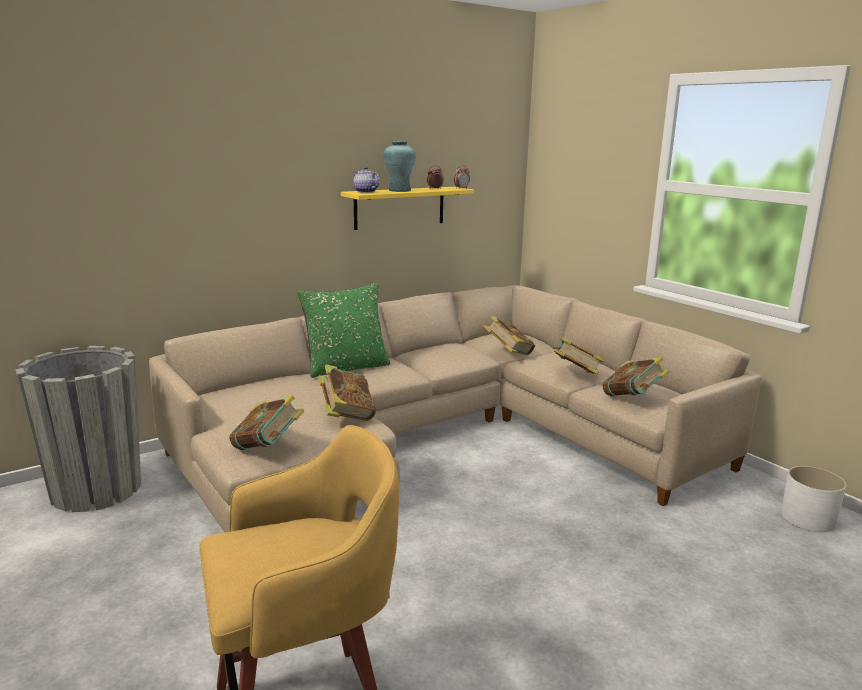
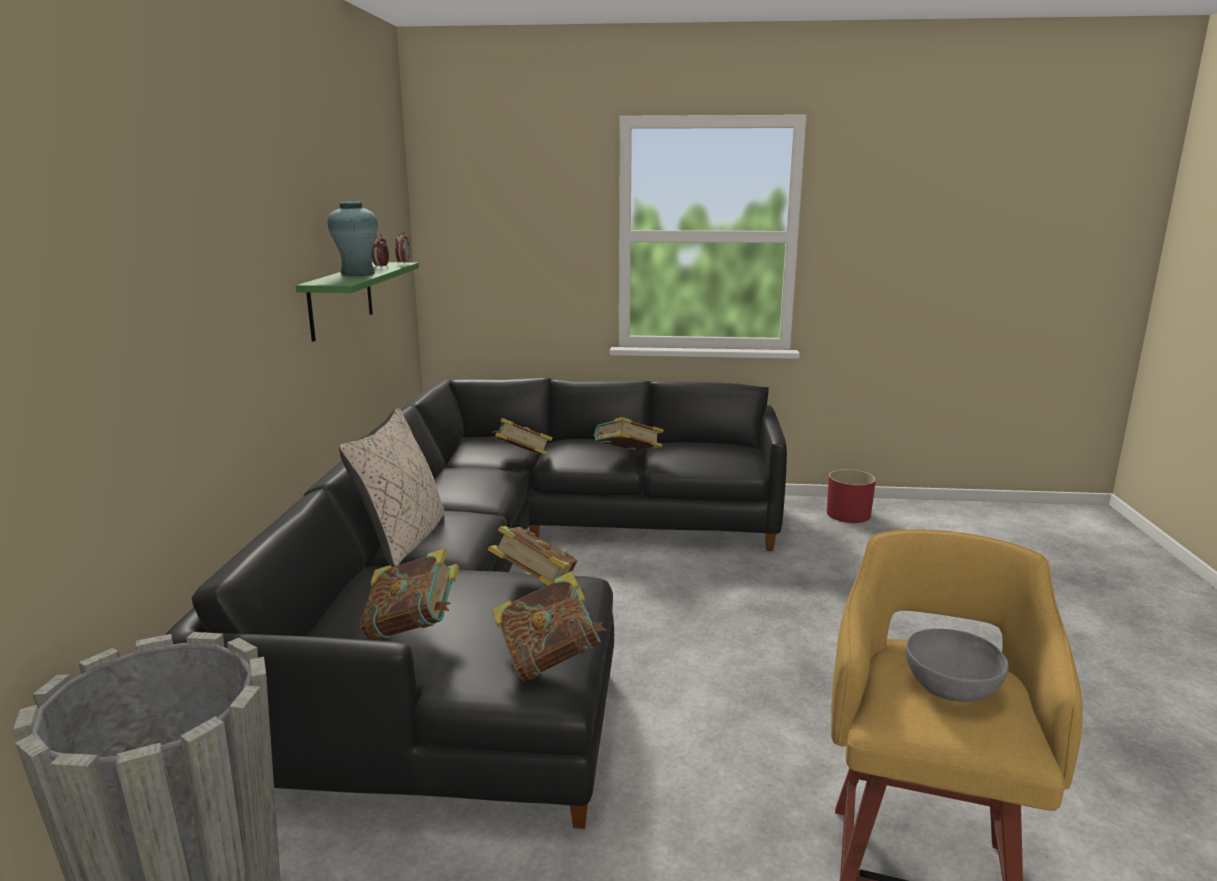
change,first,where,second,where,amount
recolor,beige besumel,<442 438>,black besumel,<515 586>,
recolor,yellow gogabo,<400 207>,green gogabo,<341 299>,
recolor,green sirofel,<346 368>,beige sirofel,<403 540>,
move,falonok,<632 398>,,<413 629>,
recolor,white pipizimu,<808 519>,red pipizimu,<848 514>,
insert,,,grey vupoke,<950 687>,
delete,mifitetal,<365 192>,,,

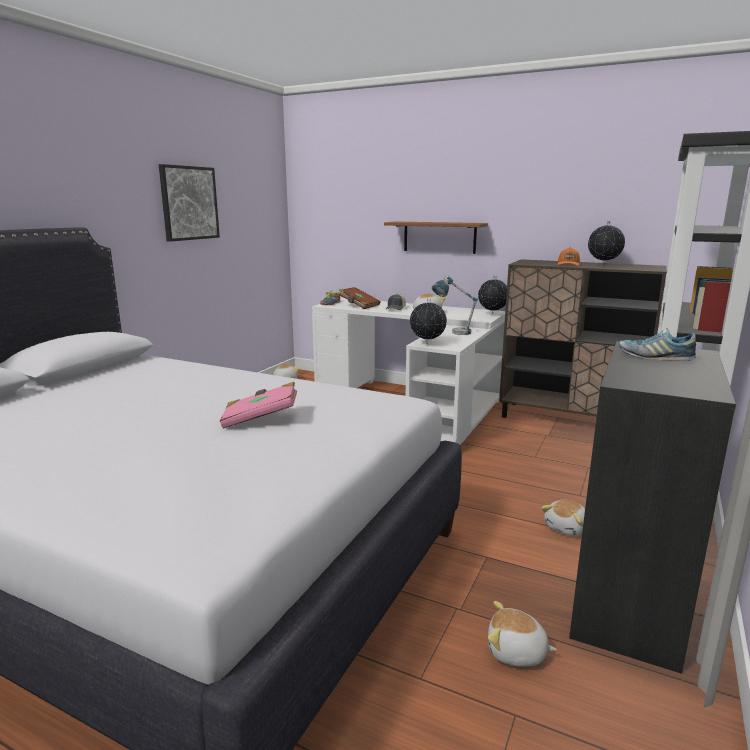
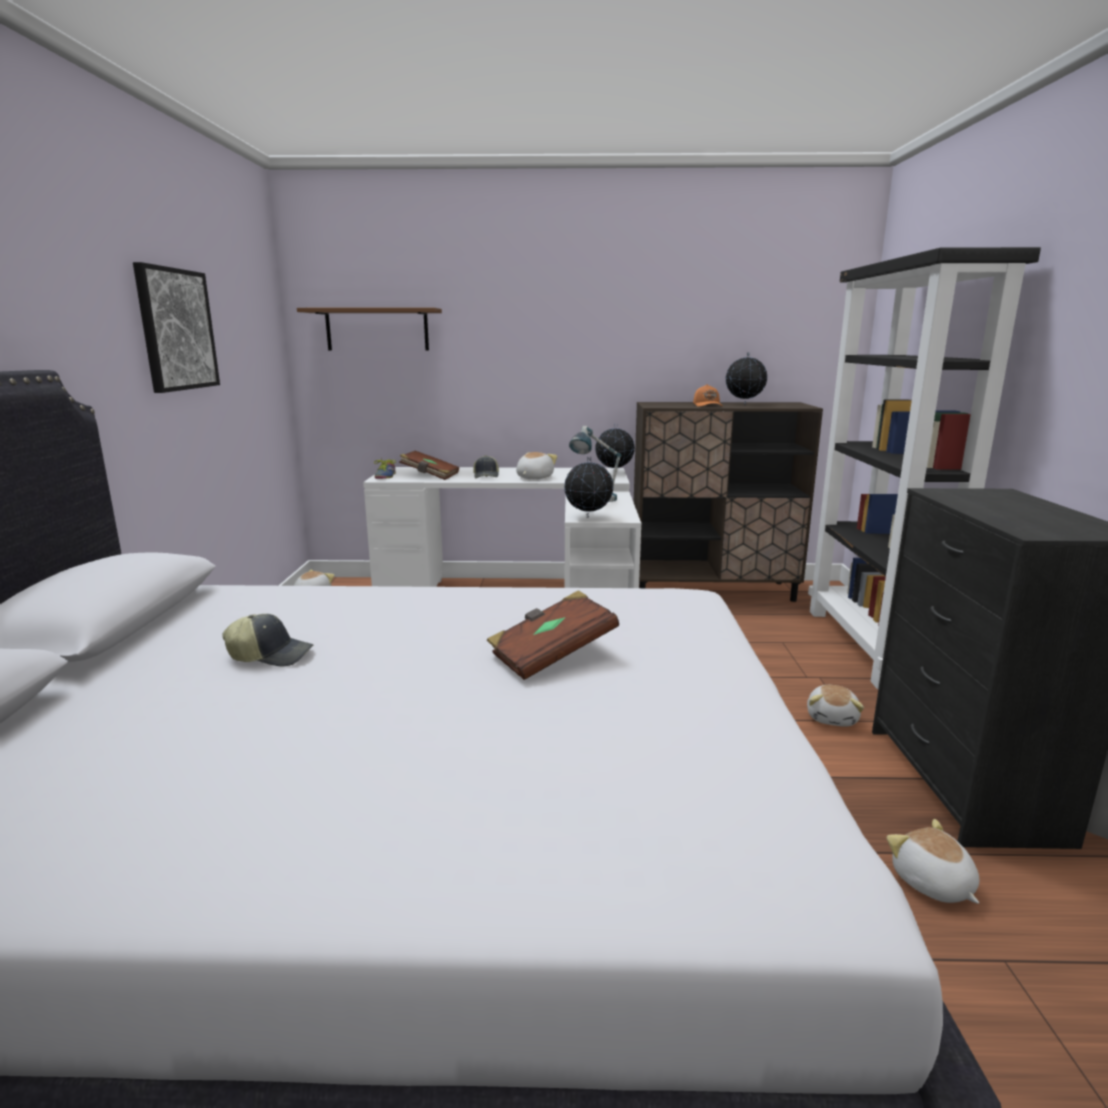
change,first,where,second,where,amount
insert,,,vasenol,<271 655>,
move,brown gogabo,<439 237>,,<377 329>,
recolor,pink falonok,<260 419>,brown falonok,<551 655>,
rotate,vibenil,<516 652>,,<932 883>,75 degrees clockwise
delete,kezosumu,<654 357>,,,

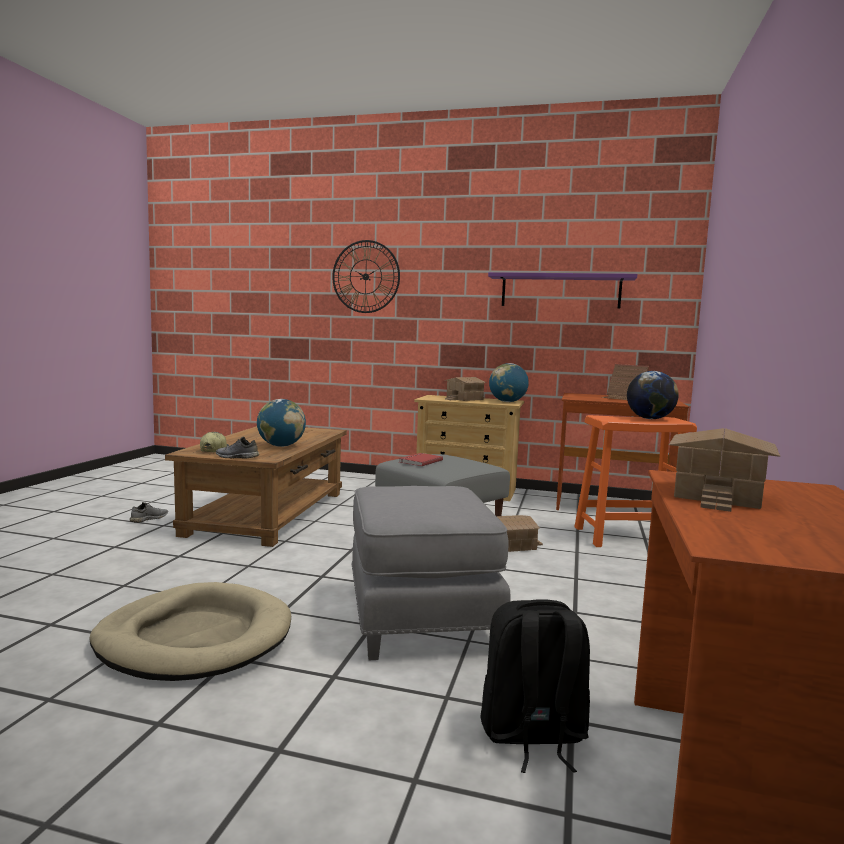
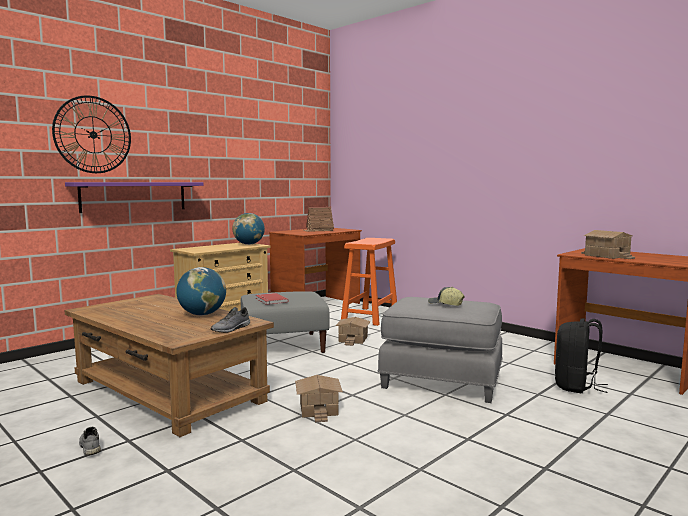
change,first,where,second,where,amount
move,purple gogabo,<560 291>,,<134 196>,
move,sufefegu,<465 399>,,<319 408>,
move,vasenol,<214 450>,,<445 304>,
delete,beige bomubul,<195 638>,,,
delete,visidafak,<650 419>,,,

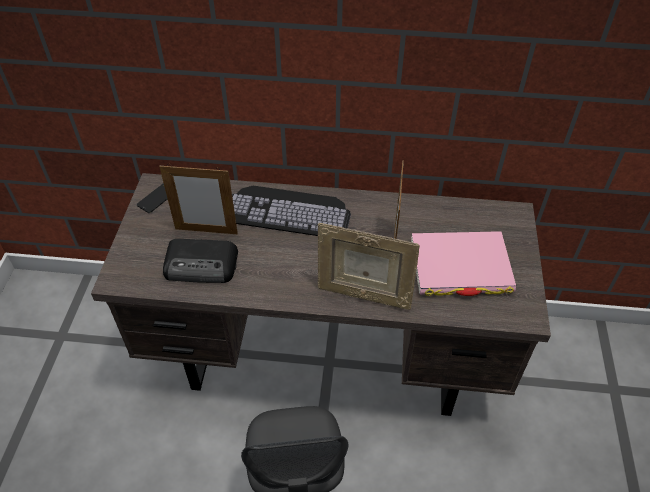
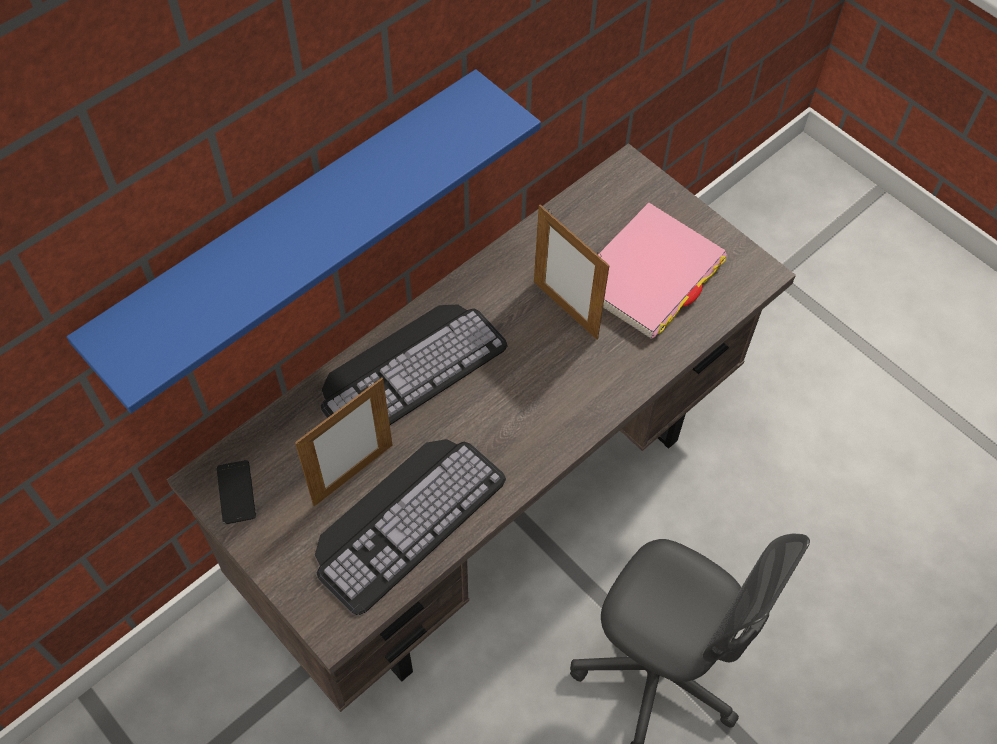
change,first,where,second,where,amount
insert,,,blue gogabo,<294 228>,
replace,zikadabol,<202 265>,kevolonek,<405 515>,
delete,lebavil,<363 295>,,,

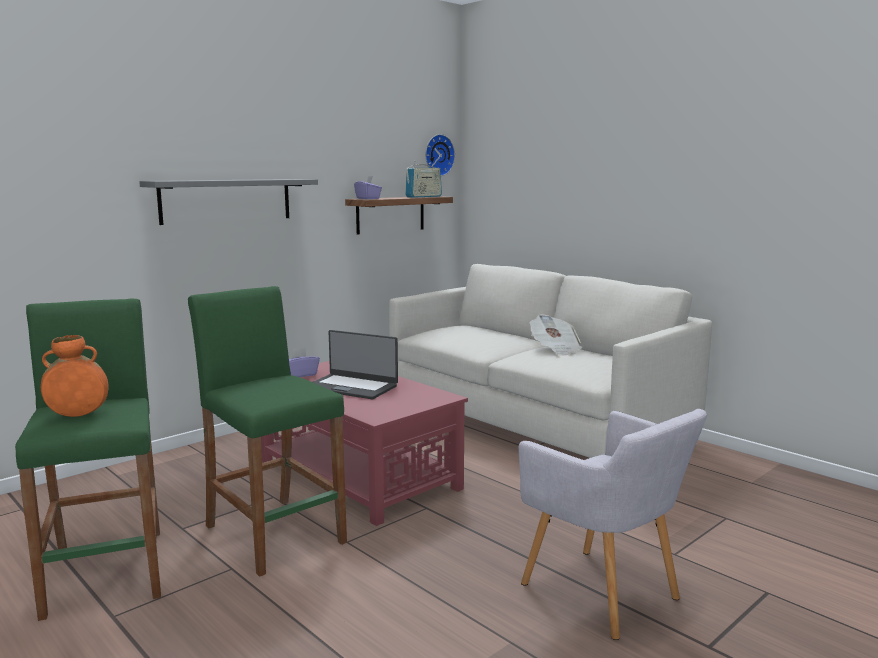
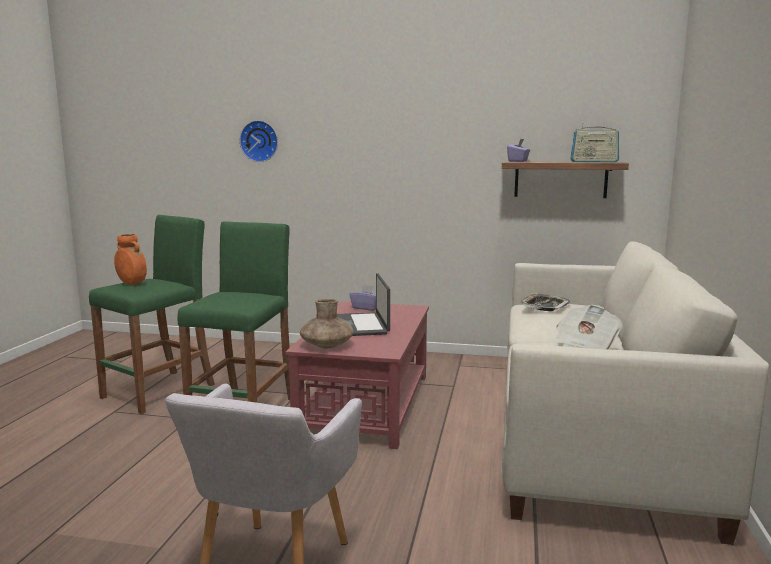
change,first,where,second,where,amount
move,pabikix,<438 155>,,<260 141>,
insert,,,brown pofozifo,<326 346>,
insert,,,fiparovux,<544 306>,
delete,grey gogabo,<226 200>,,,

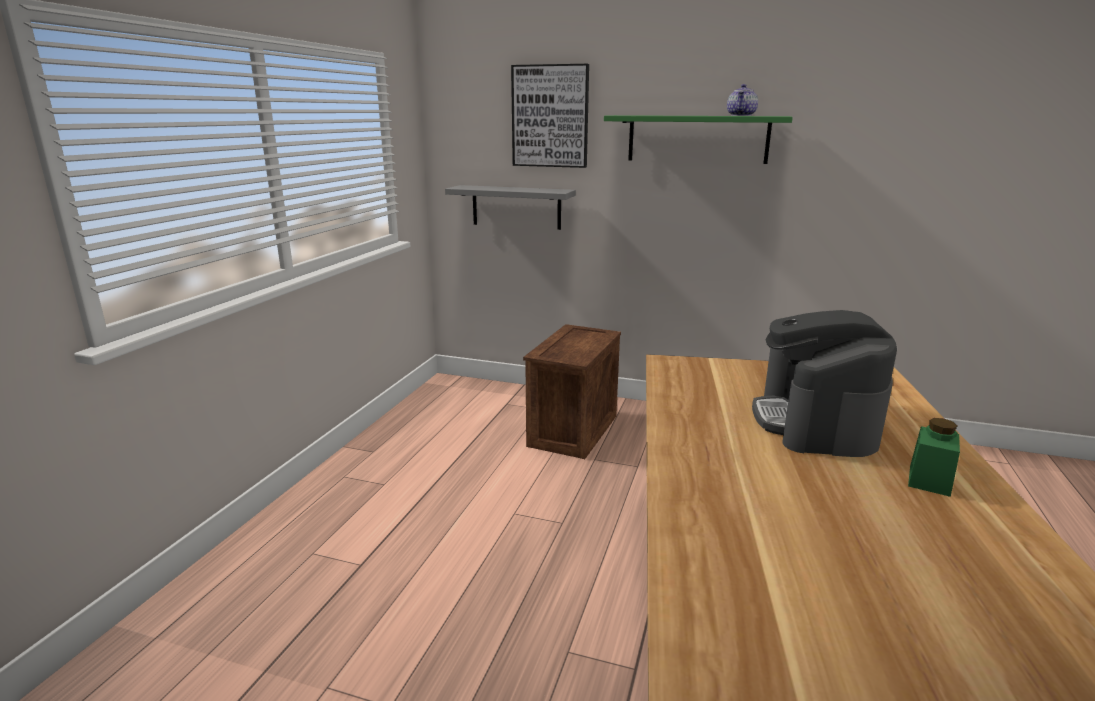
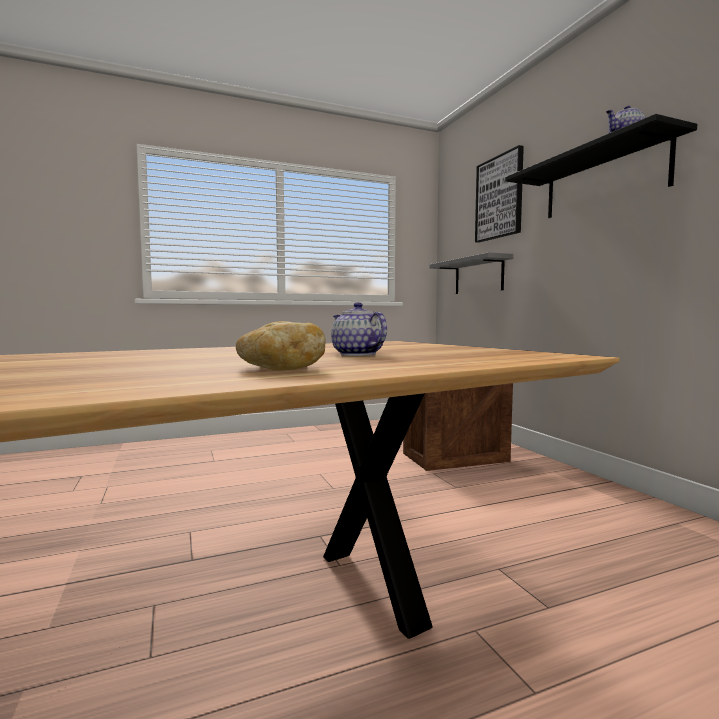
change,first,where,second,where,amount
replace,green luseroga,<929 480>,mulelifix,<280 369>,
replace,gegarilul,<815 422>,mifitetal,<356 354>,
recolor,green gogabo,<697 139>,black gogabo,<603 181>,

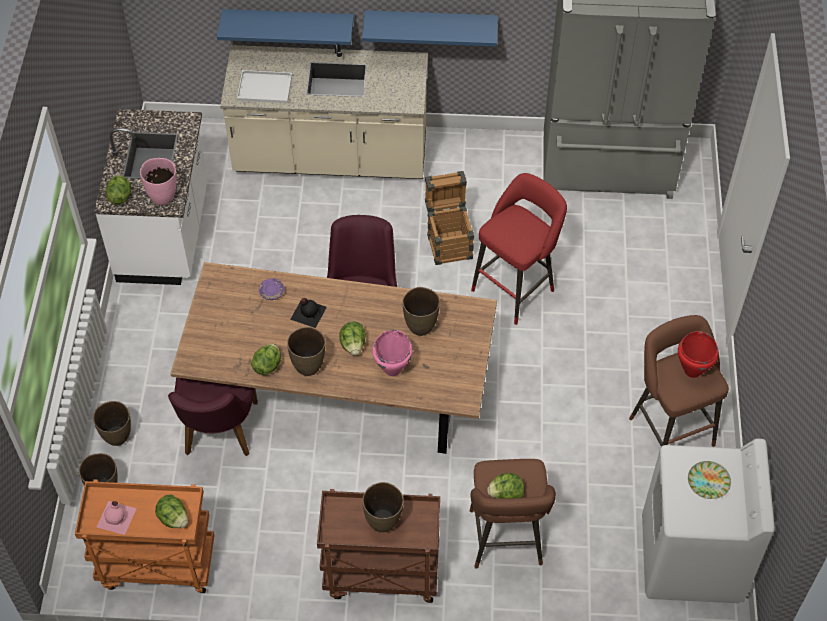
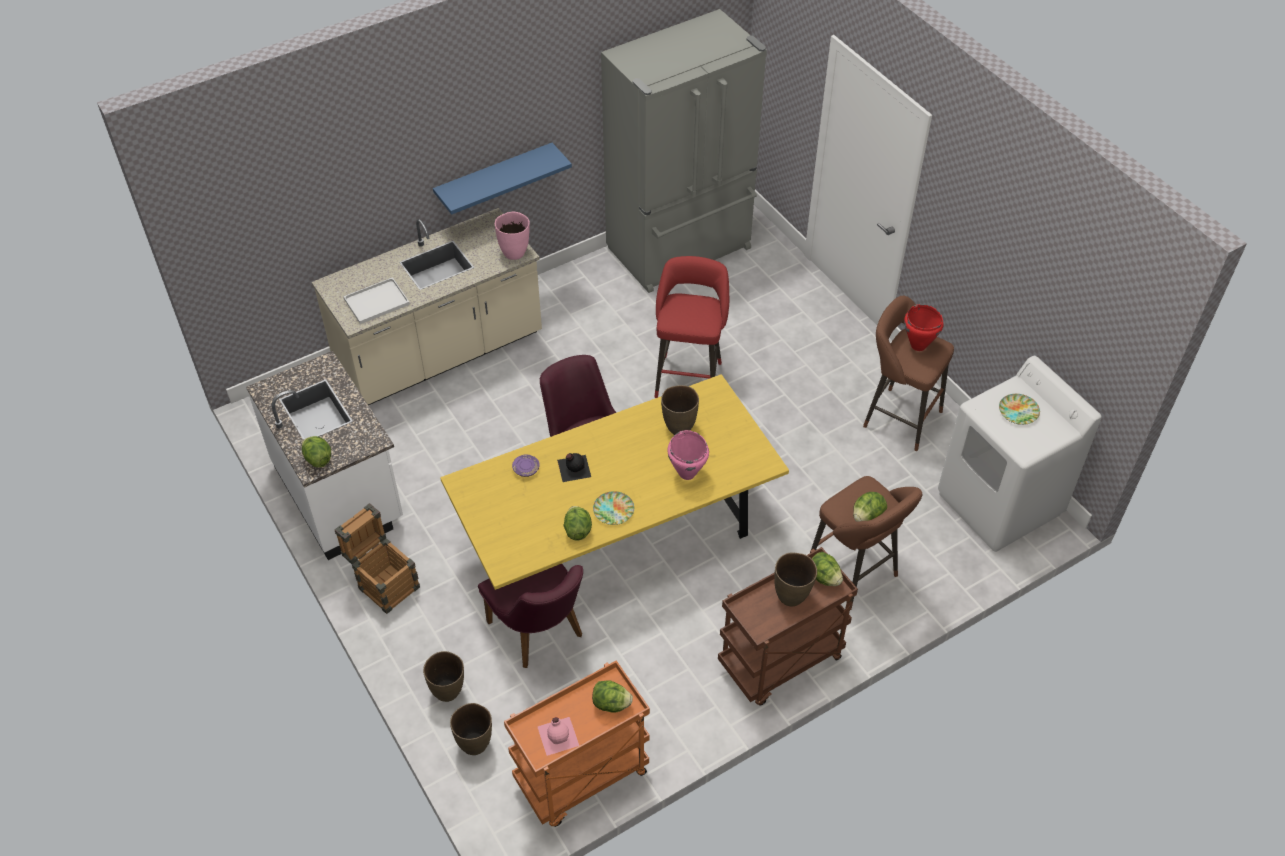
change,first,where,second,where,amount
move,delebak,<449 242>,,<384 583>,
recolor,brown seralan,<340 391>,yellow seralan,<616 536>,
move,pink pofozifo,<163 197>,,<514 252>,
replace,brown pofozifo,<308 366>,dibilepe,<613 510>,
move,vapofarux,<353 345>,,<824 577>,
delete,blue gogabo,<288 22>,,,

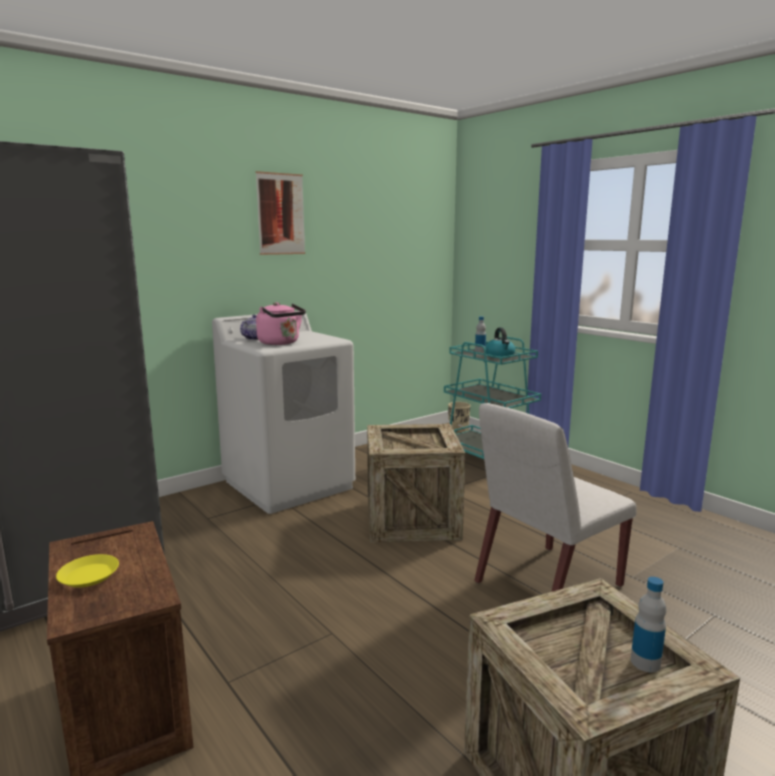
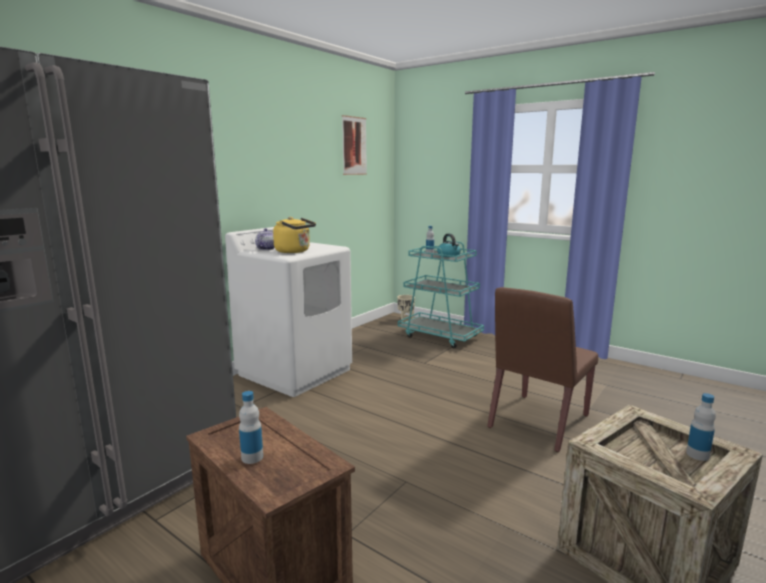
change,first,where,second,where,amount
replace,yellow dibilepe,<88 575>,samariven,<252 457>,
recolor,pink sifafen,<280 343>,yellow sifafen,<294 251>,
move,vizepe,<281 214>,,<354 146>,
recolor,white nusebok,<546 585>,brown nusebok,<538 422>,
delete,delebak,<412 519>,,,

